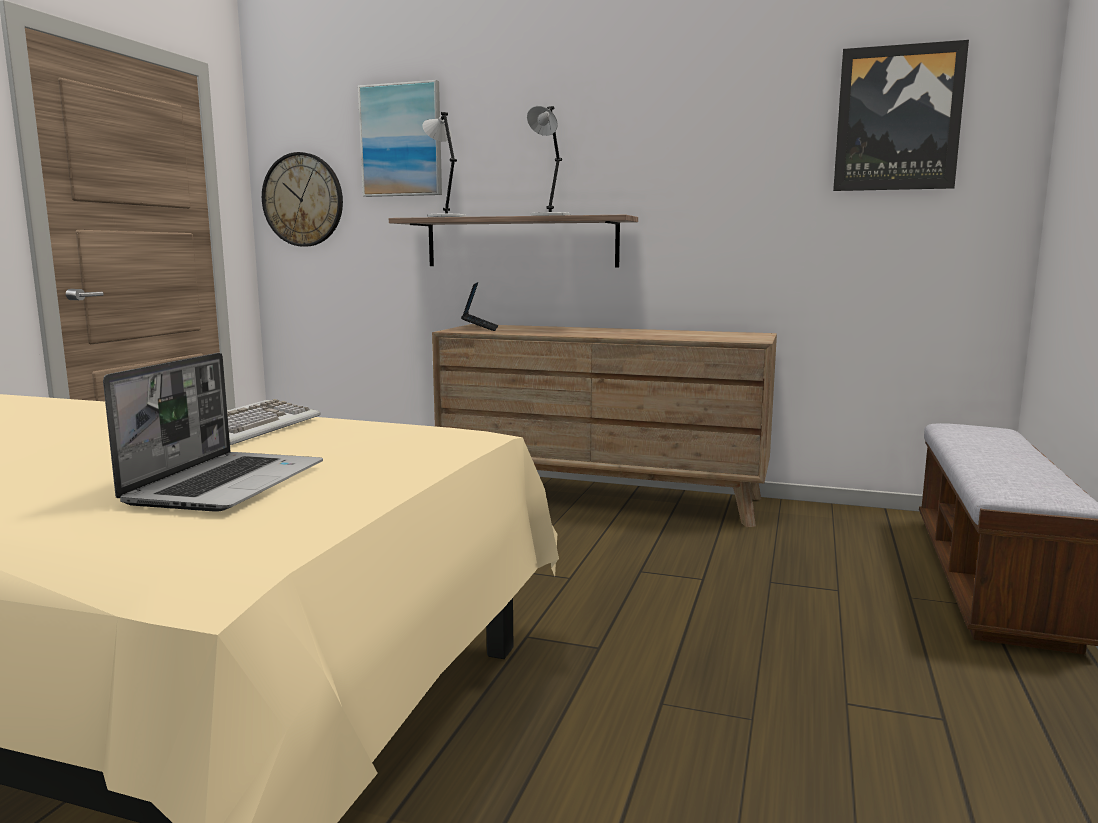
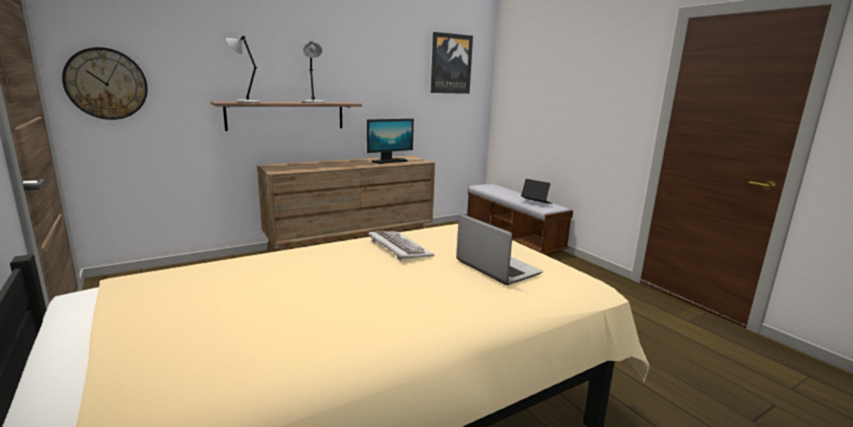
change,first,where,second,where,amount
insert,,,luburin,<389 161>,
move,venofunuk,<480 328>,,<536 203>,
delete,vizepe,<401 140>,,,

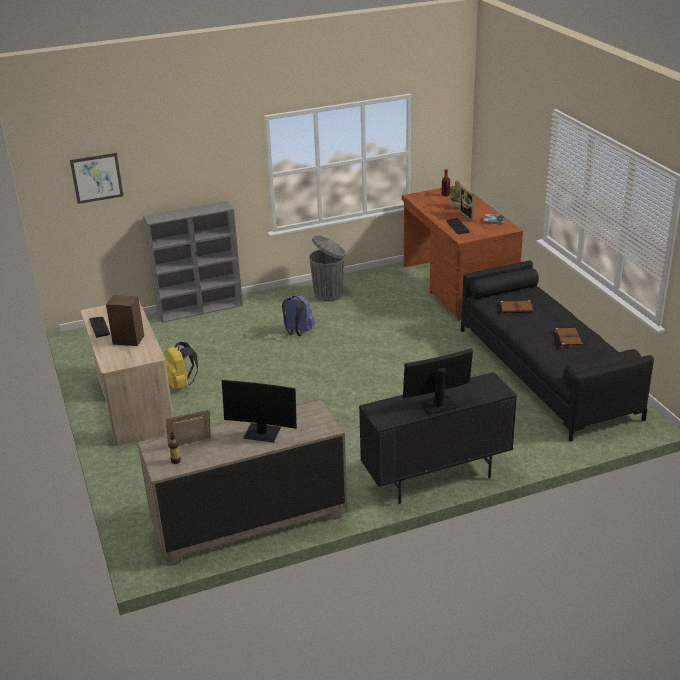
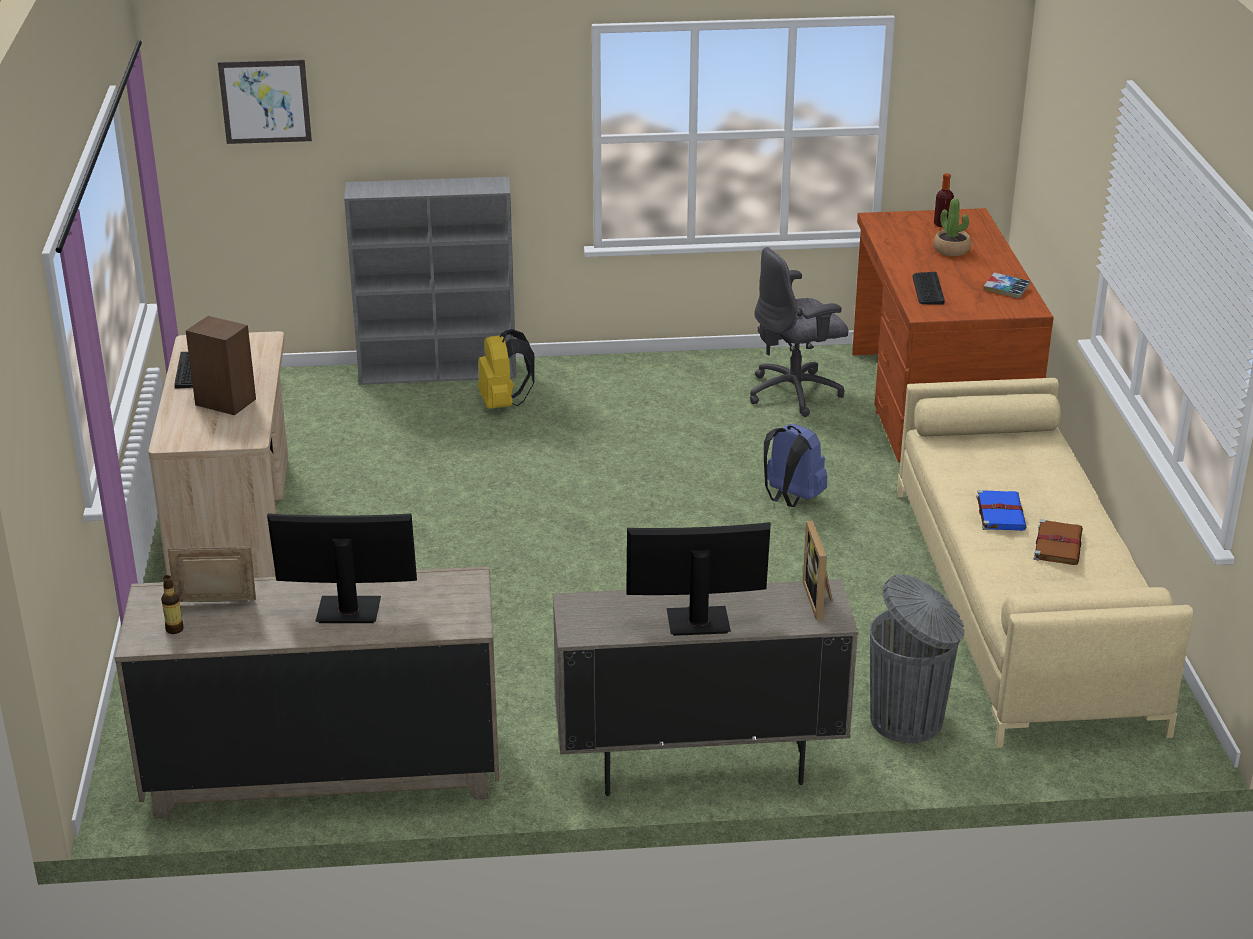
change,first,where,second,where,amount
rotate,luburin,<262 433>,,<348 610>,150 degrees clockwise
move,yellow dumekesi,<181 384>,,<503 403>,
recolor,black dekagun,<436 479>,beige dekagun,<699 764>,
insert,,,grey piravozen,<795 393>,
move,blue dumekesi,<297 332>,,<790 498>,
move,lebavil,<469 216>,,<820 600>,
move,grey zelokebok,<329 294>,,<909 720>,
recolor,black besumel,<546 372>,beige besumel,<1021 605>,
insert,,,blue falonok,<1000 512>,
delete,brown falonok,<517 308>,,,

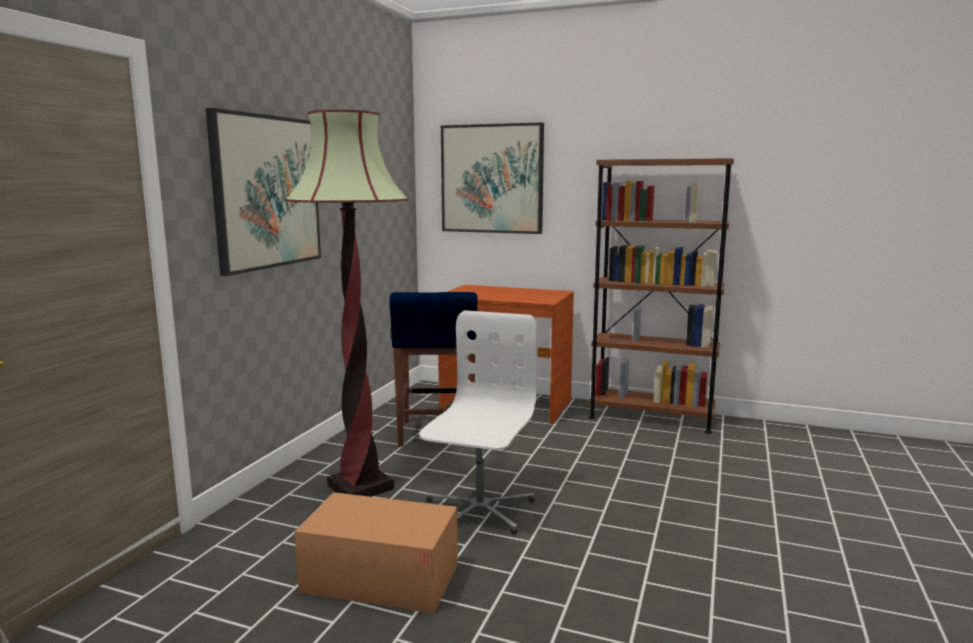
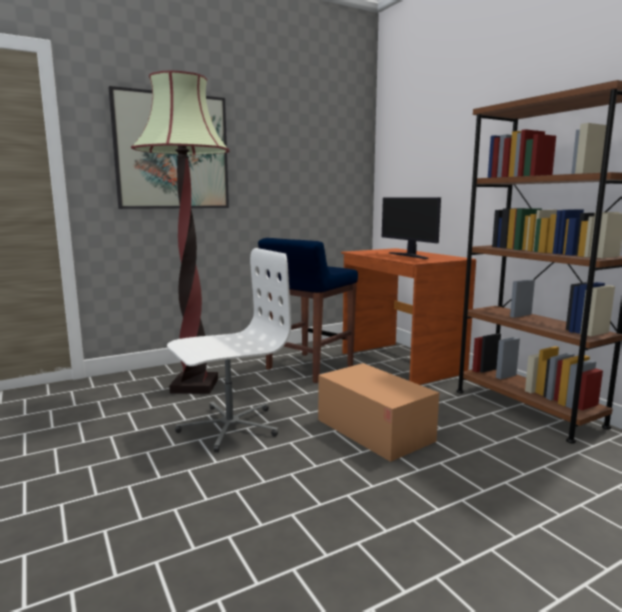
change,first,where,second,where,amount
move,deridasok,<381 578>,,<374 430>,
insert,,,luburin,<409 255>,
delete,vizepe,<492 179>,,,

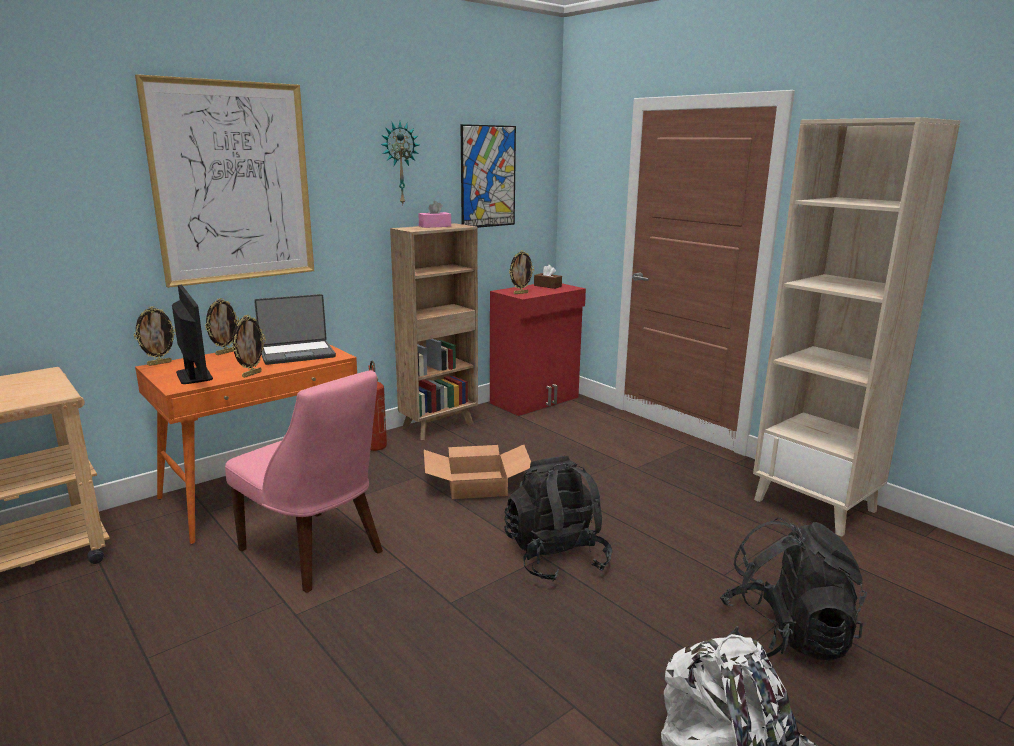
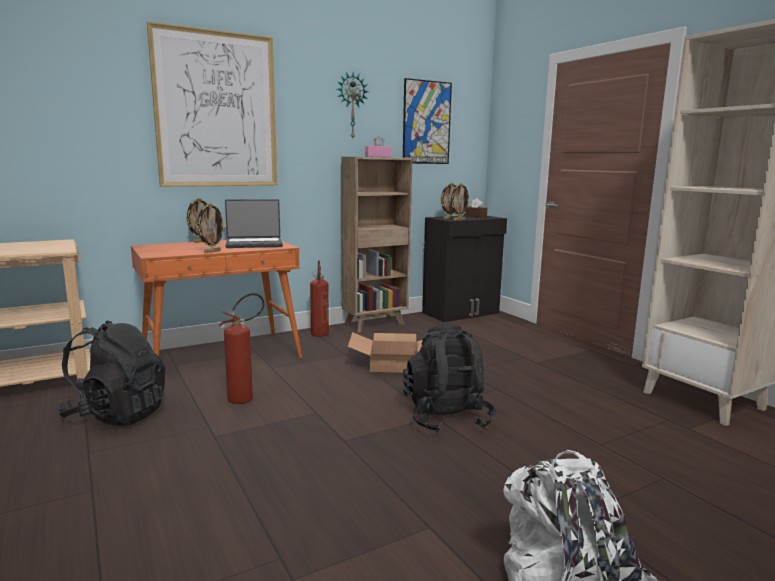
change,first,where,second,where,amount
move,black dumekesi,<785 638>,,<117 415>,
replace,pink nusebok,<315 553>,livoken,<246 397>,
recolor,red dekagun,<536 400>,black dekagun,<462 313>,
move,lebavil,<159 363>,,<459 220>,
delete,luburin,<194 376>,,,

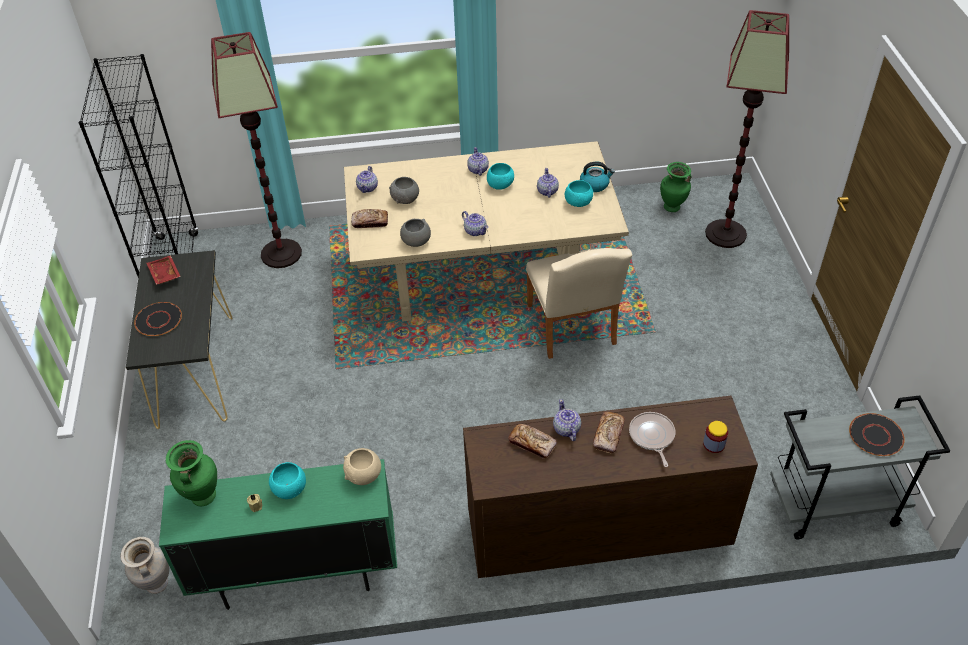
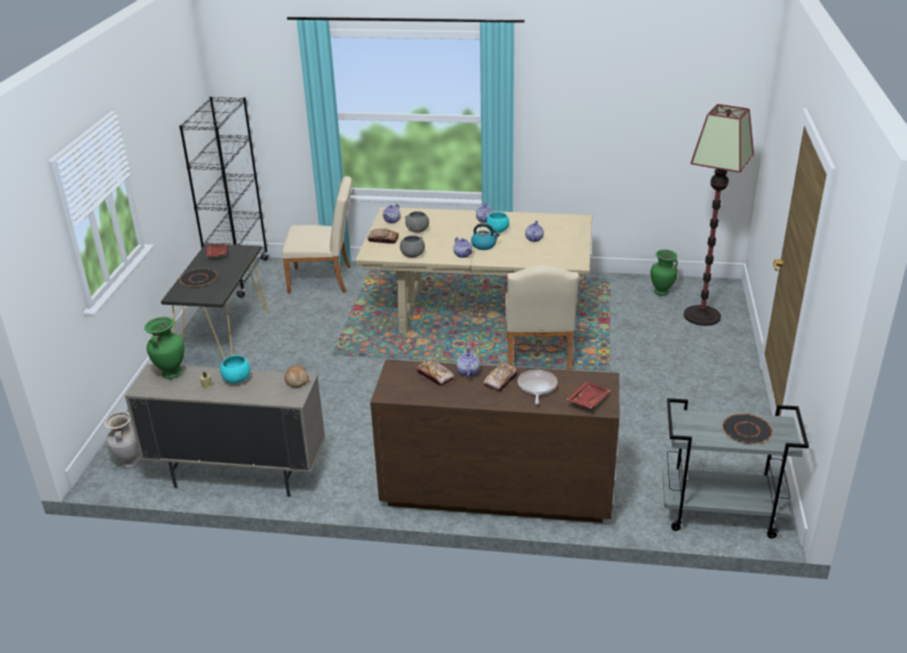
change,first,where,second,where,amount
recolor,green dekagun,<297 574>,beige dekagun,<238 476>,
replace,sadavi,<281 254>,beige nusebok,<325 279>,
replace,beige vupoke,<364 475>,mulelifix,<297 380>,
move,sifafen,<595 184>,,<484 245>,
replace,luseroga,<714 444>,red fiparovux,<587 400>,
delete,turquoise vupoke,<578 203>,,,

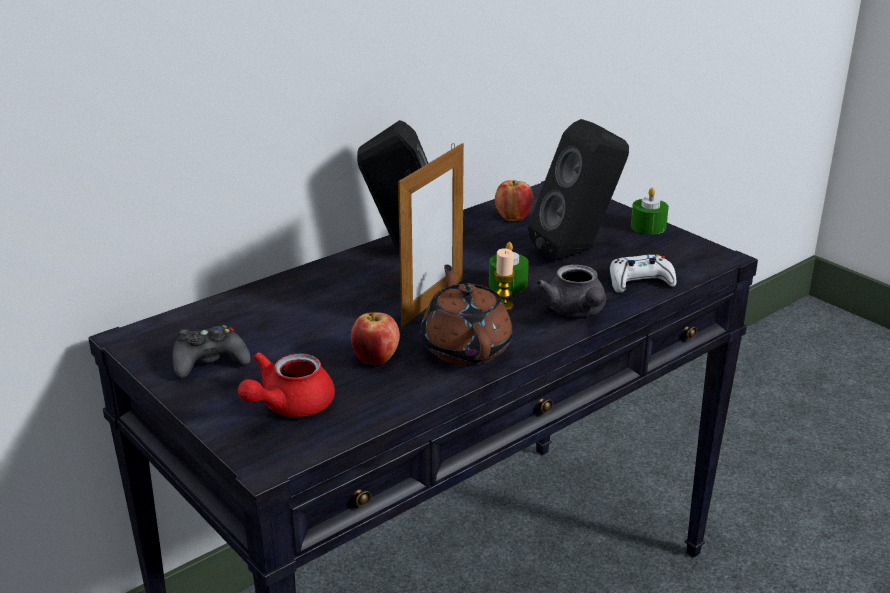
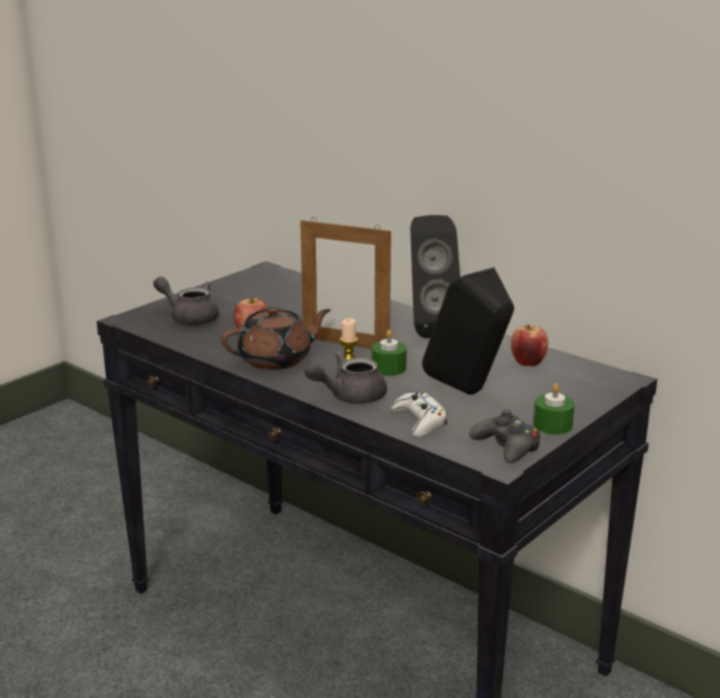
change,first,where,second,where,amount
recolor,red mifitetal,<289 406>,grey mifitetal,<189 317>,
move,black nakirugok,<209 361>,,<507 447>,

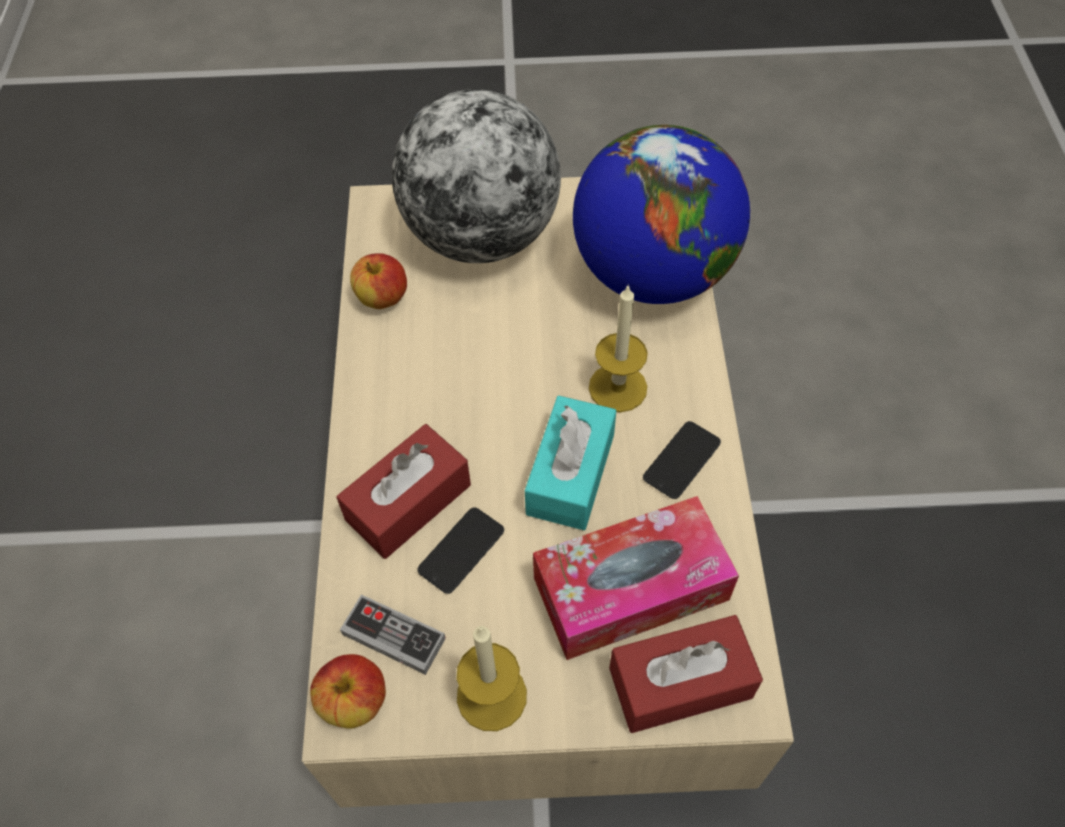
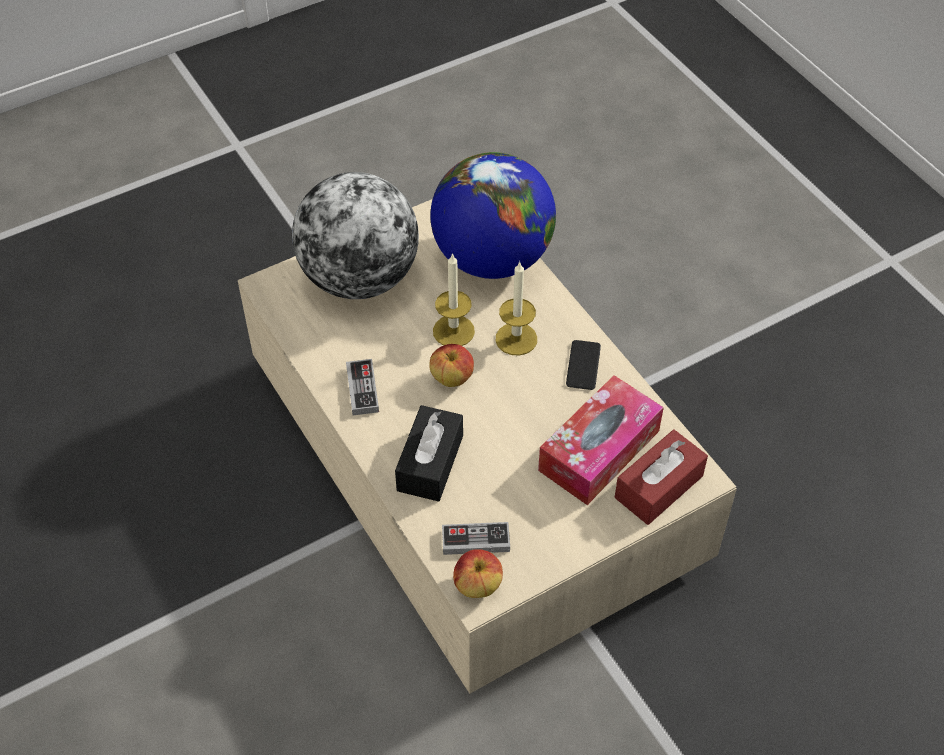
change,first,where,second,where,amount
insert,,,nakirugok,<362 389>,
recolor,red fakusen,<408 502>,black fakusen,<430 463>,
move,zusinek,<382 298>,,<452 378>,
move,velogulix,<491 695>,,<453 331>,
delete,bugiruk,<461 550>,,,
delete,turquoise fakusen,<570 474>,,,

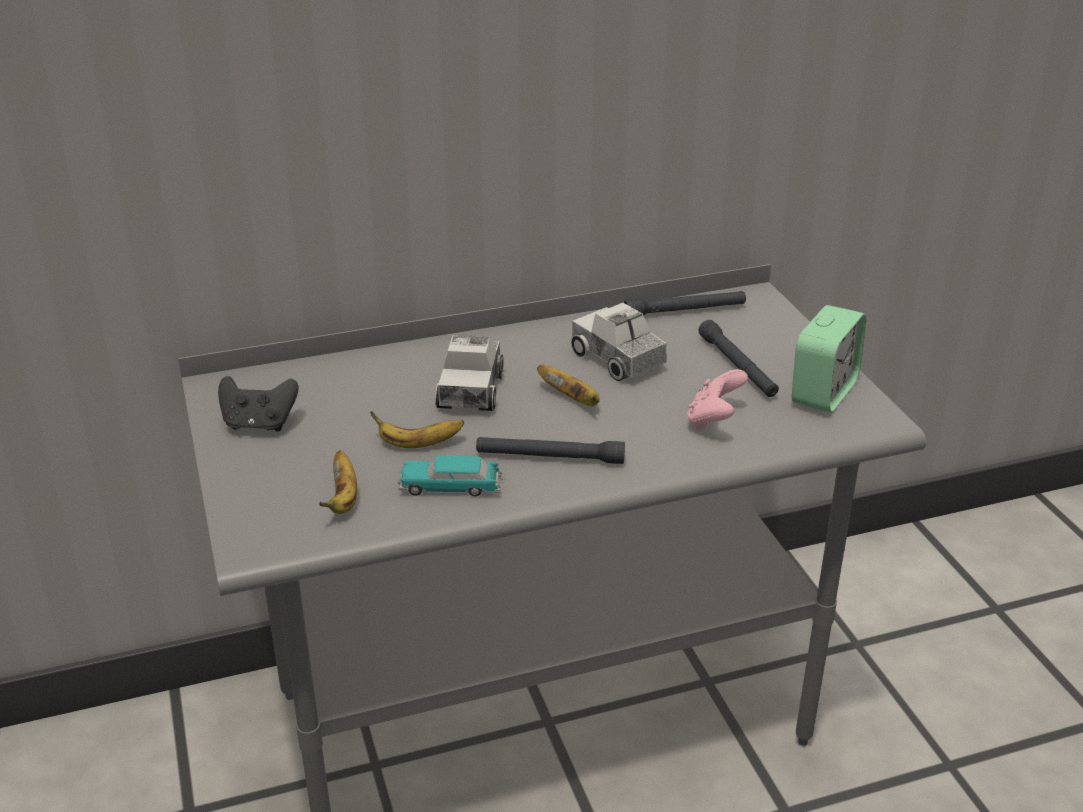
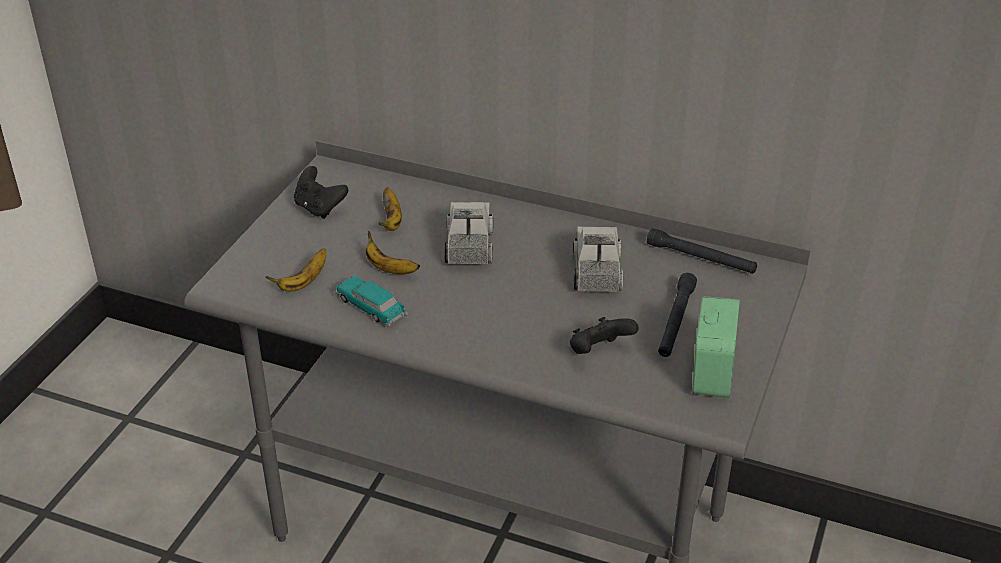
change,first,where,second,where,amount
move,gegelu,<572 399>,,<391 221>,
rotate,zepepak,<470 390>,,<469 247>,135 degrees clockwise
recolor,pink nakirugok,<713 420>,black nakirugok,<599 352>,
rotate,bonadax,<823 392>,,<712 374>,60 degrees counterclockwise
delete,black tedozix,<550 457>,,,

